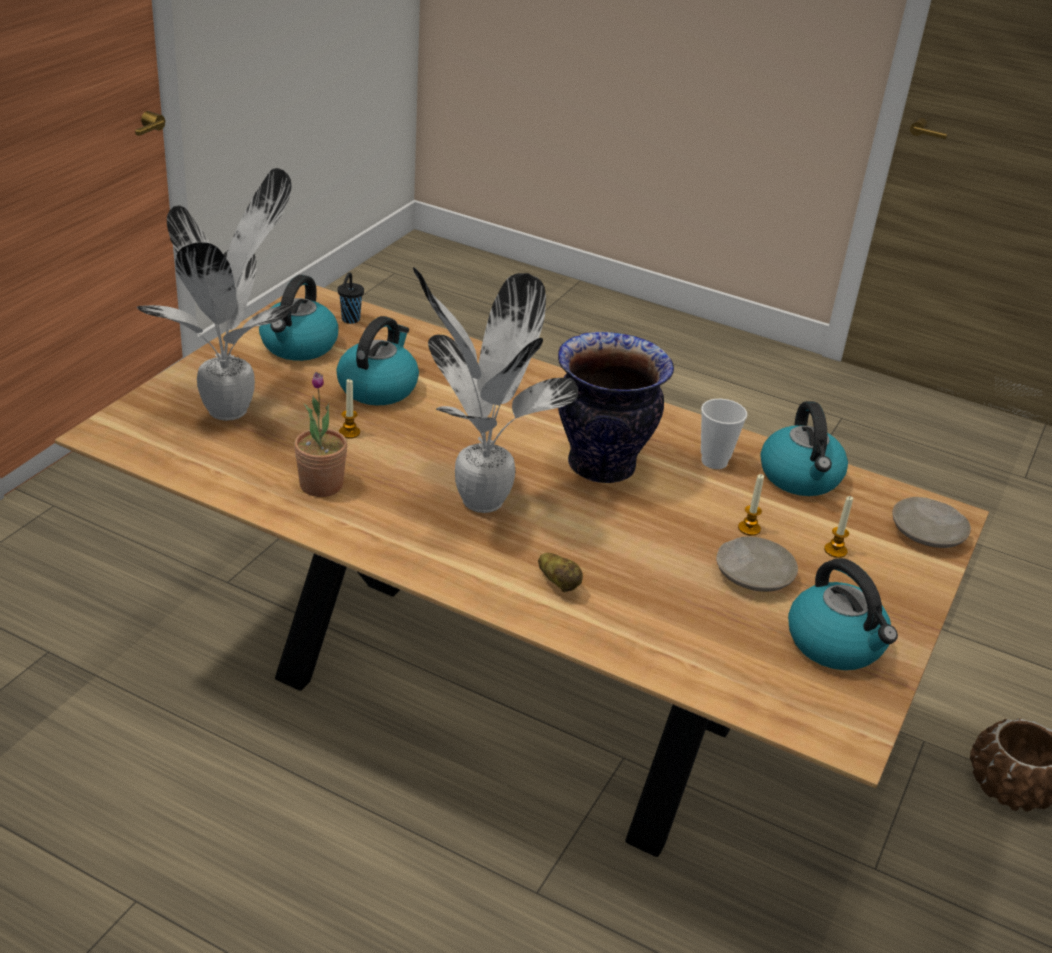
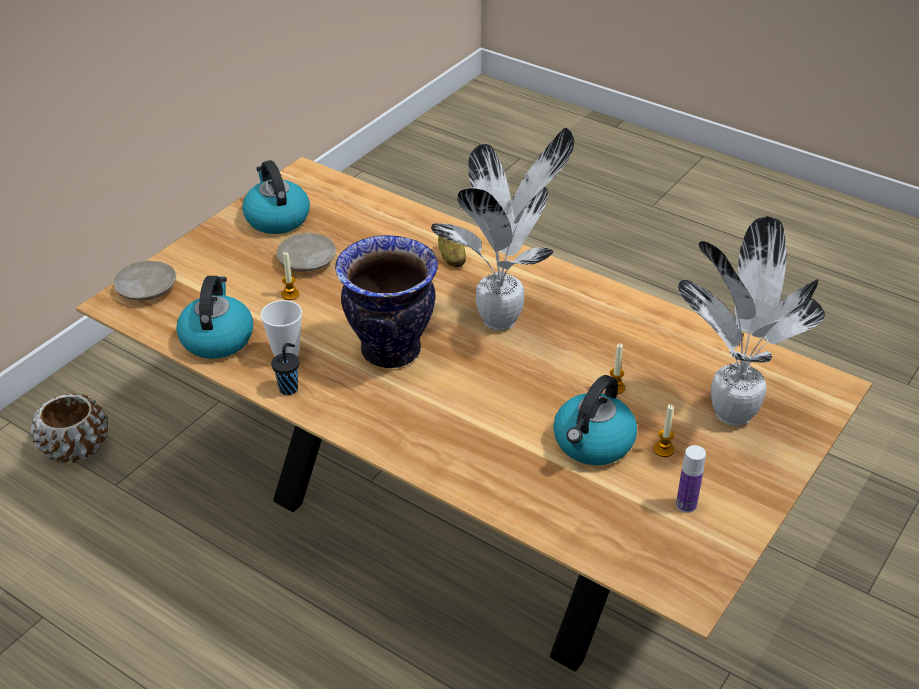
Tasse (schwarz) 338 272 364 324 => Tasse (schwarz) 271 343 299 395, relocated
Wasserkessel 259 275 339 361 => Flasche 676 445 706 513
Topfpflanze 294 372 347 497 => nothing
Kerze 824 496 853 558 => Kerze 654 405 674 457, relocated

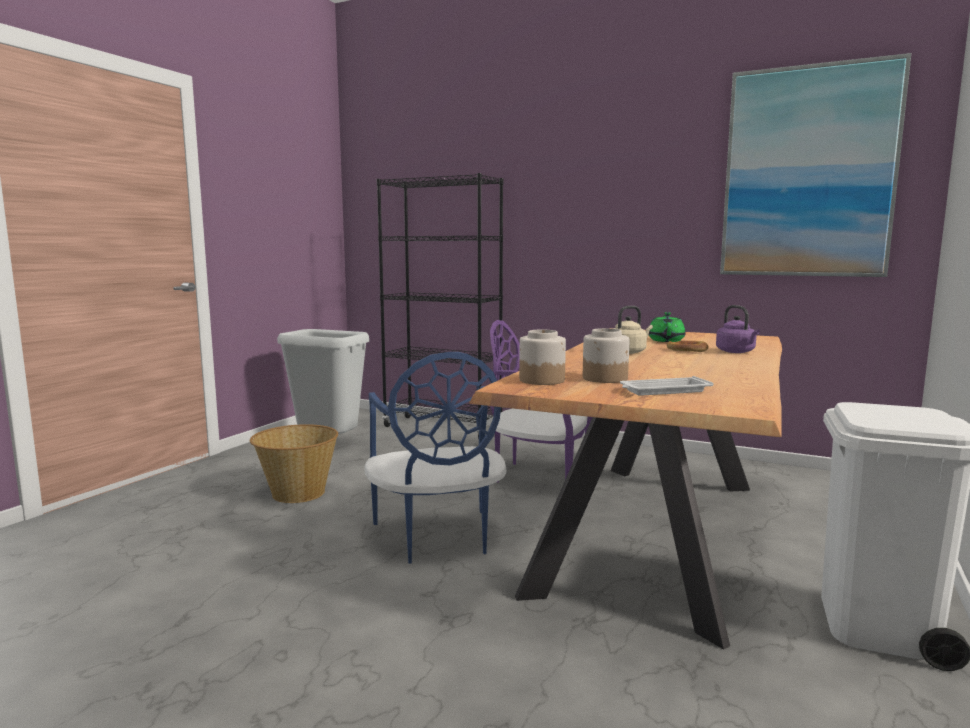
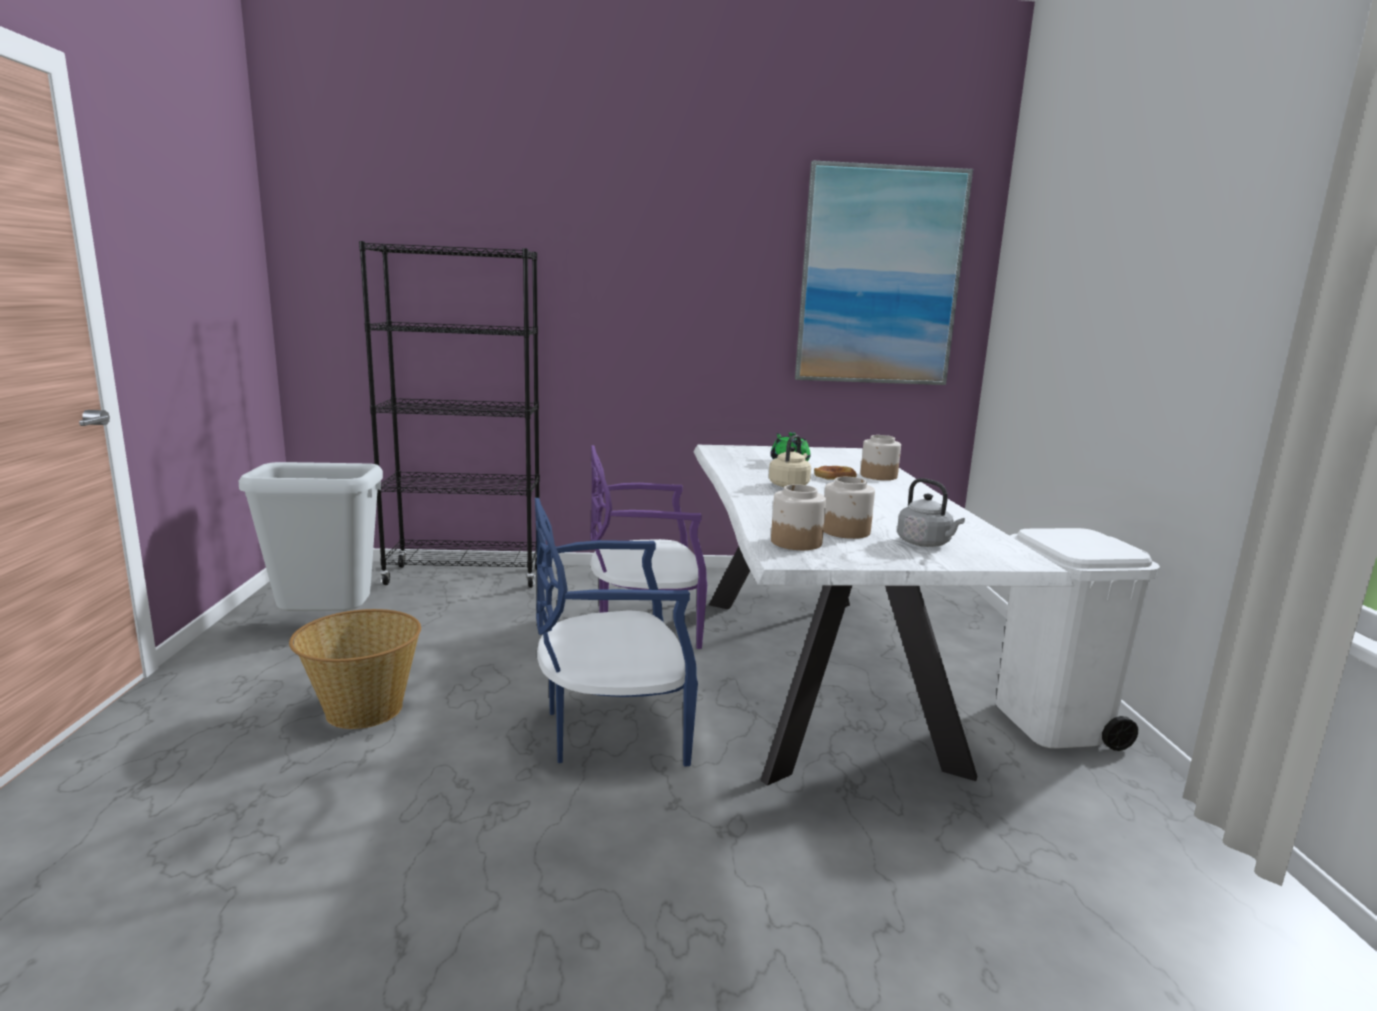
Wasserkessel (lila) 716 305 760 353 => Vorratsglas 860 435 901 480
Esstisch (braun) 469 328 782 650 => Esstisch (weiß) 693 445 1074 786
Stuhl (blau) 364 352 506 564 => Stuhl (blau) 535 498 698 767, 120 degrees clockwise
Tablett (weiß) 620 376 714 396 => Wasserkessel (grau) 897 478 965 547

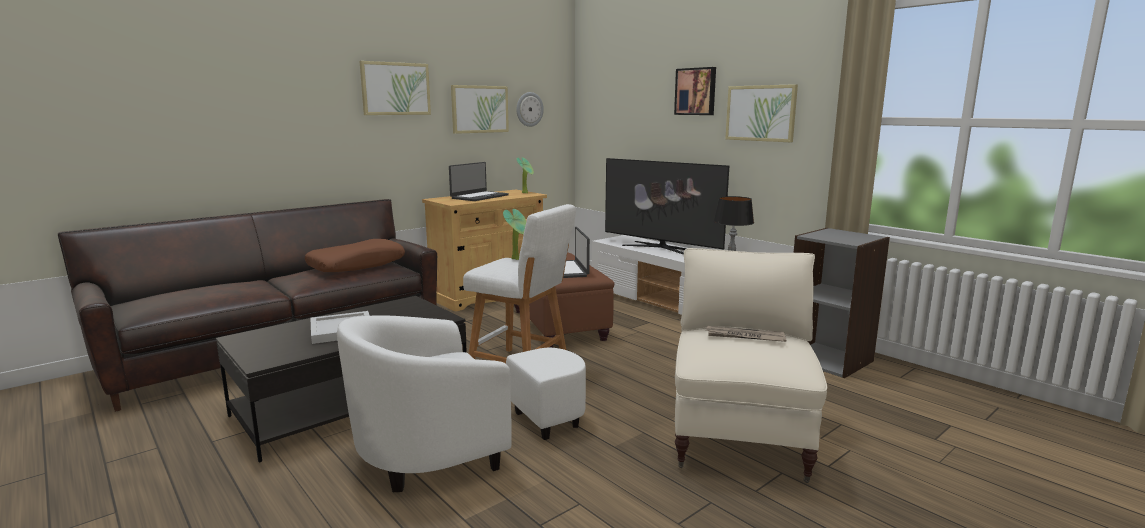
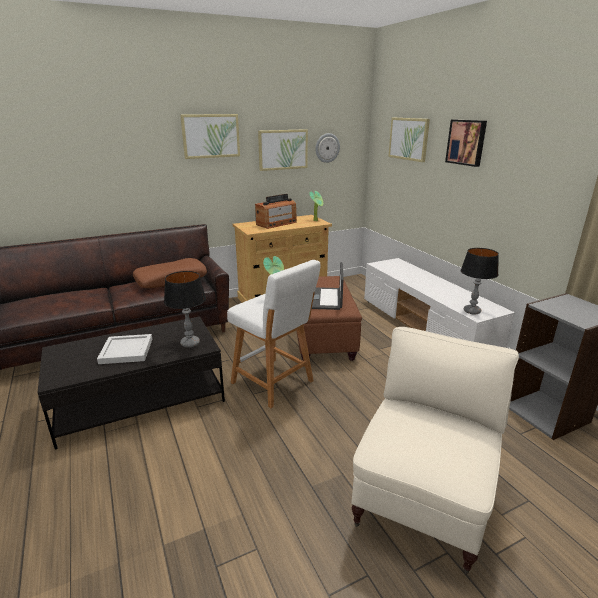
Bild 725 84 798 142 => Bild 388 118 430 162, relocated
Fernseher 605 158 729 255 => nothing
Laptop 449 162 509 201 => Radio 255 194 297 229
Sessel (weiß) 337 315 586 492 => nothing
Zeitung 706 326 786 342 => nothing
nothing => Tischlampe 164 271 206 348

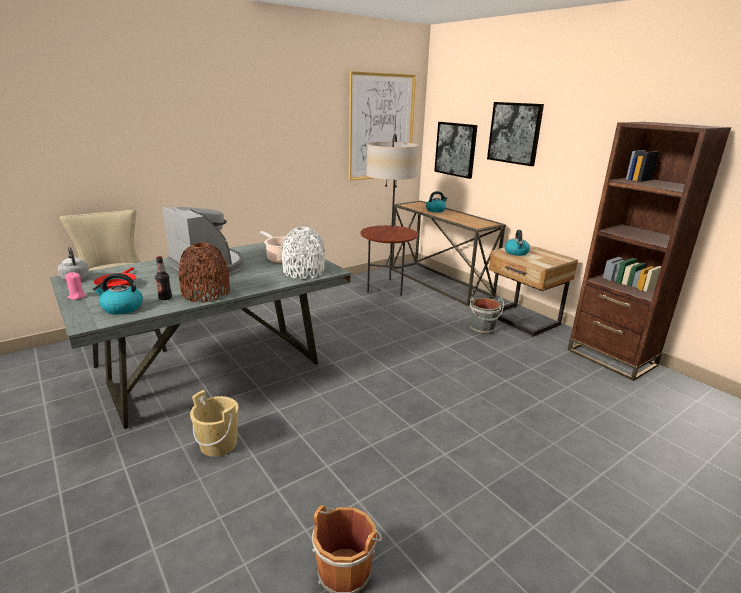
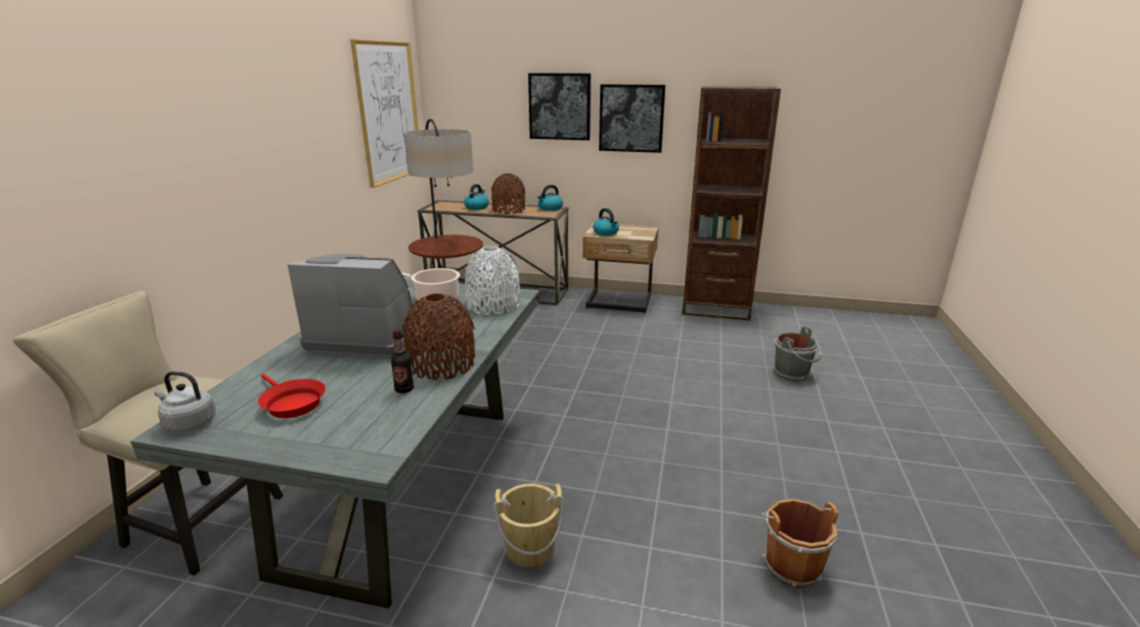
Bild 434 122 478 179 => Bild 599 84 666 153, relocated
Kerze (rosa) 65 272 86 300 => nothing
Wasserkessel 93 273 143 314 => Wasserkessel 538 185 563 211, relocated
Eimer (grau) 469 297 504 334 => Eimer (grau) 773 326 821 381, relocated
nothing => Vase (braun) 491 173 525 214

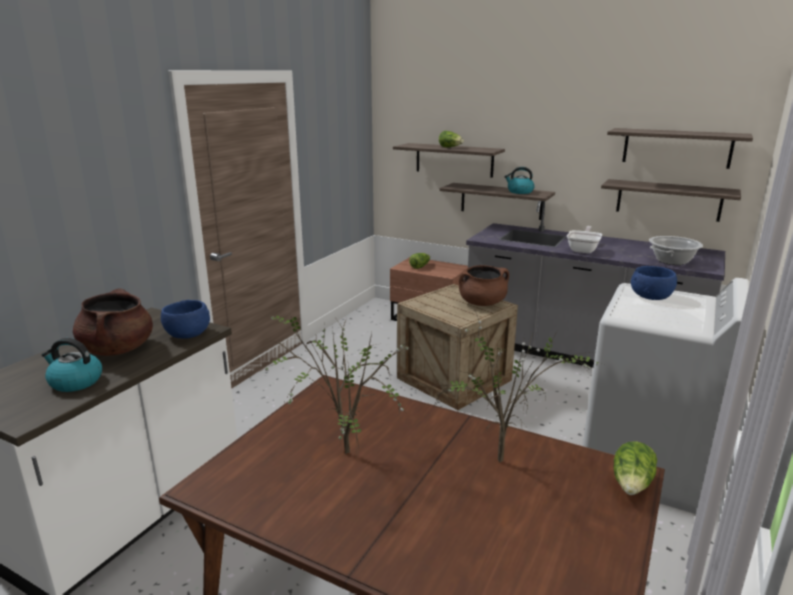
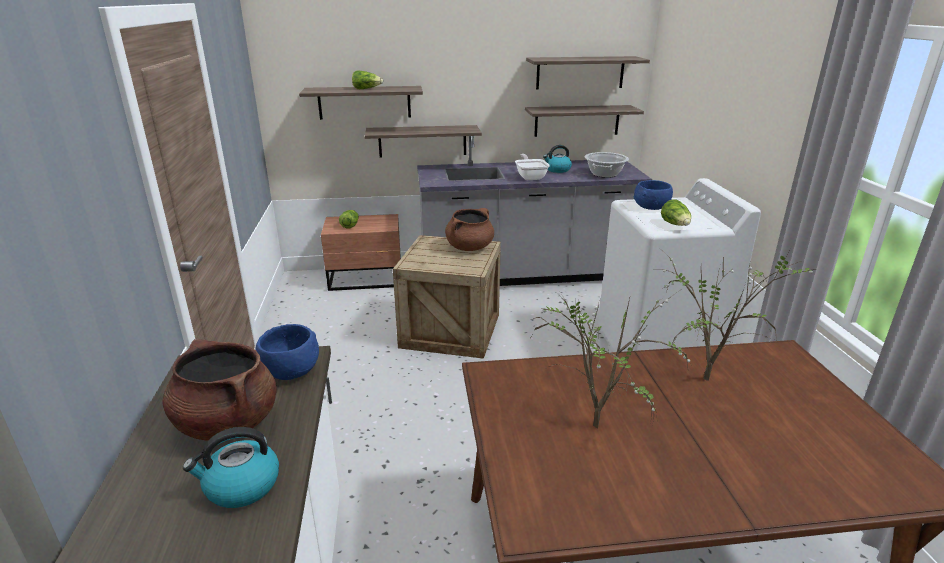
Wasserkessel 504 167 535 194 => Wasserkessel 543 145 572 173, relocated
Salatkopf 613 441 657 495 => Salatkopf 661 199 691 226, relocated

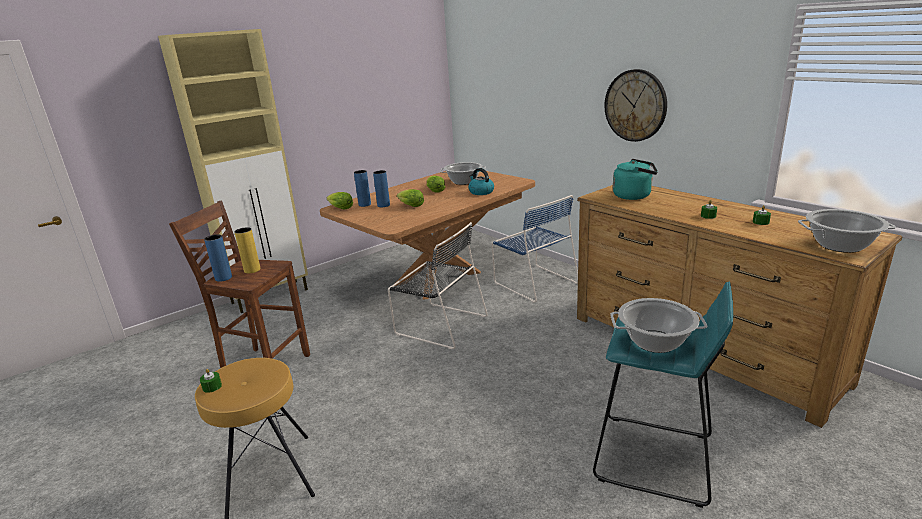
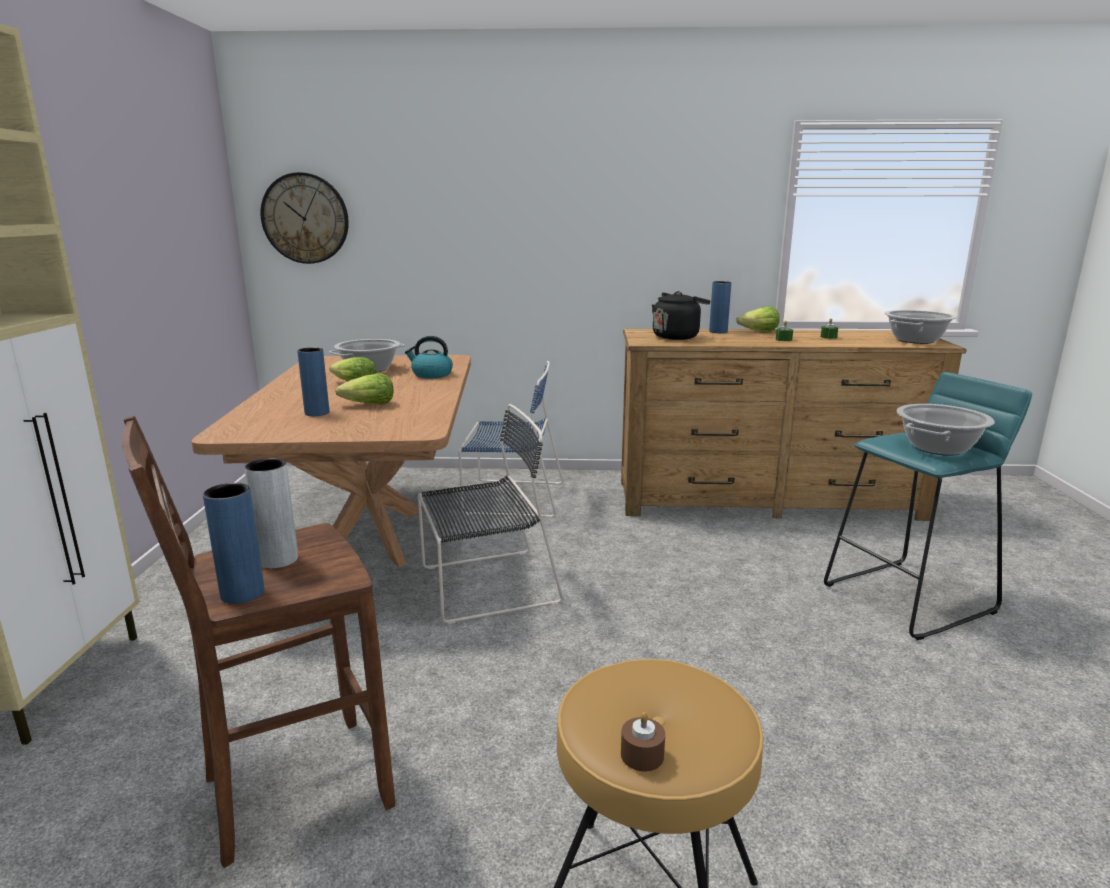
Wanduhr 604 69 667 142 => Wanduhr 261 172 349 264, relocated
Wasserkessel (türkis) 613 159 658 200 => Wasserkessel (schwarz) 652 291 711 340
Vase (blau) 354 170 371 207 => Vase (blau) 709 281 731 333, relocated
Salatkopf 327 192 353 209 => Salatkopf 736 306 780 332, relocated
Vase (gelb) 234 227 261 273 => Vase (grau) 244 458 298 569
Kerze (grün) 200 369 222 393 => Kerze (braun) 621 712 665 771

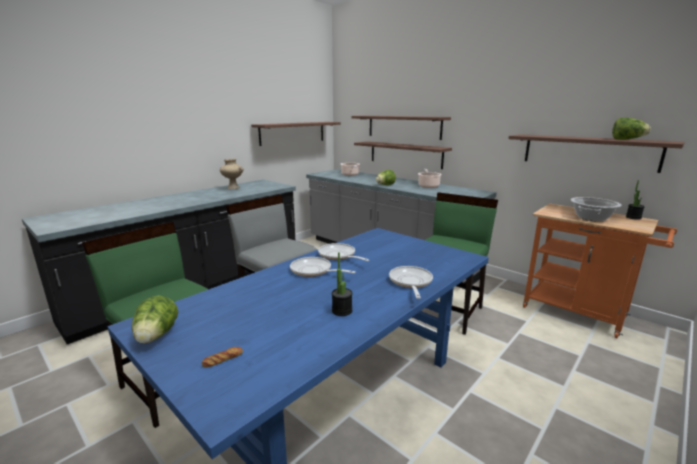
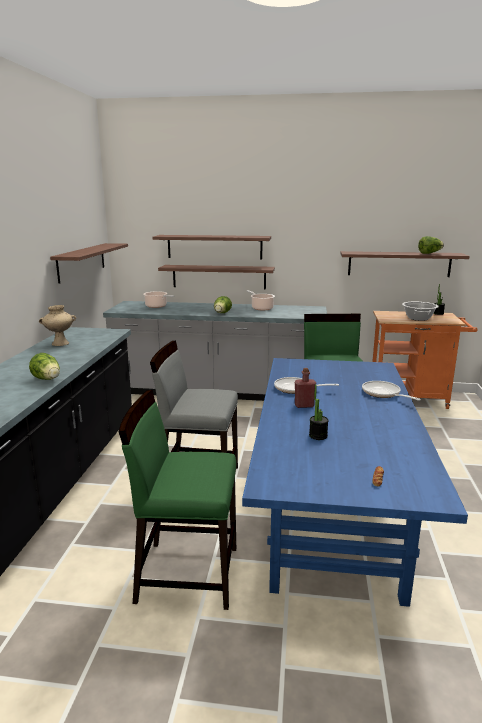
Topfpflanze 332 252 353 316 => Topfpflanze 309 384 329 440, relocated
Pfanne 290 257 356 277 => Flasche (rot) 295 368 316 408
Salatkopf 132 296 178 344 => Salatkopf 29 353 60 380, relocated

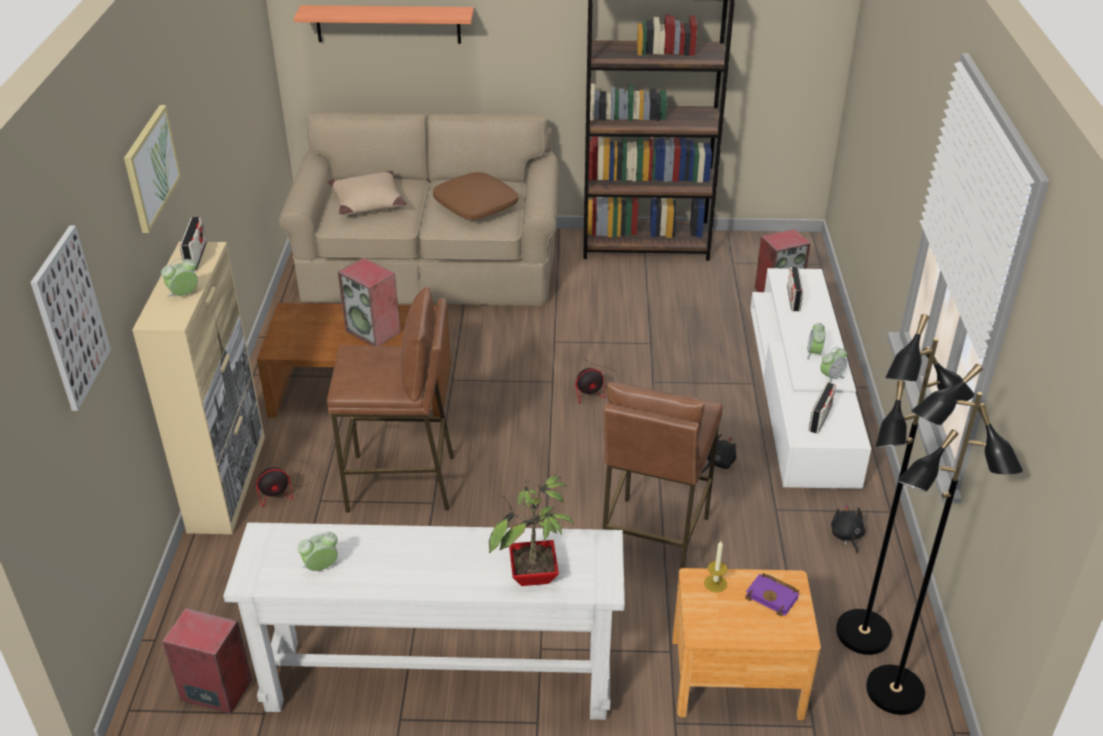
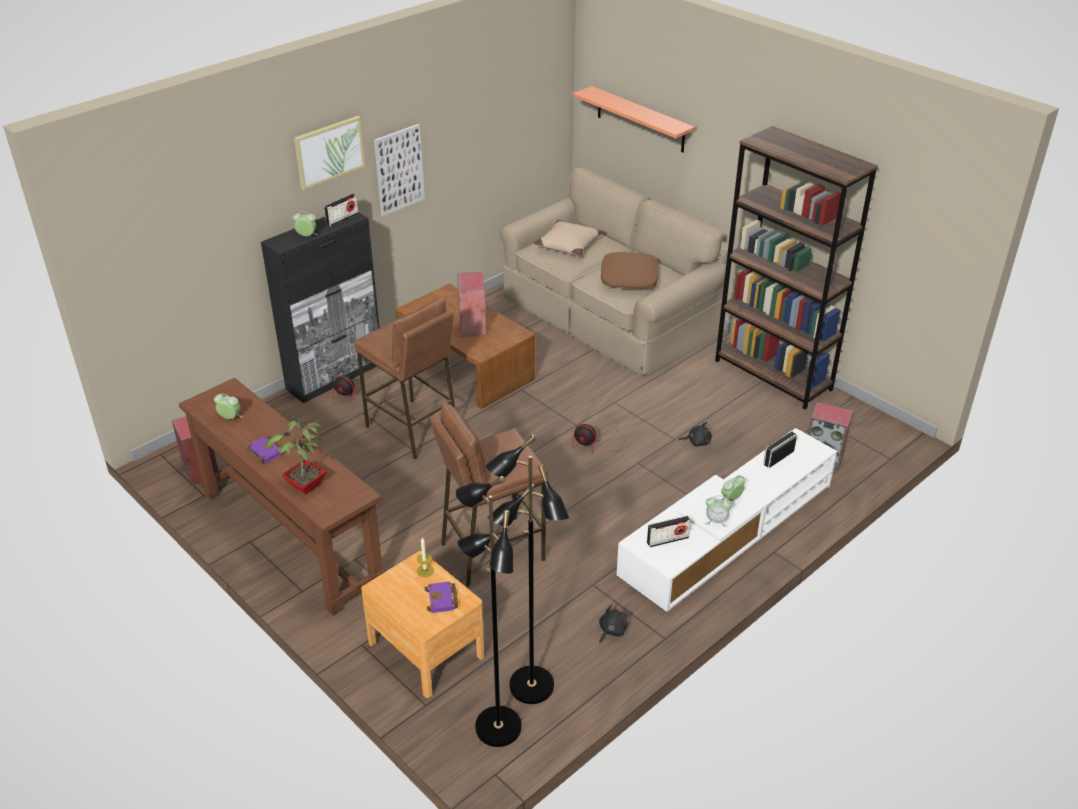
Bild 31 225 111 411 => Bild 374 124 425 216, relocated
Schrank (beige) 132 241 265 534 => Schrank (schwarz) 261 212 380 403
Plüschtier (schwarz) 702 434 736 473 => Plüschtier (schwarz) 679 422 712 447, relocated
Konsolentisch (weiß) 223 522 625 720 => Konsolentisch (braun) 179 378 385 616
nothing => Buch (lila) 245 436 284 464

